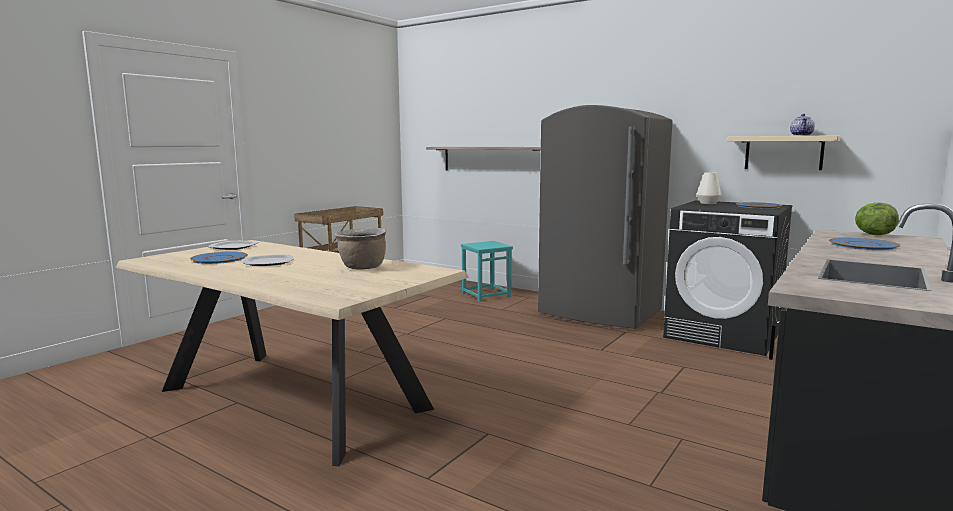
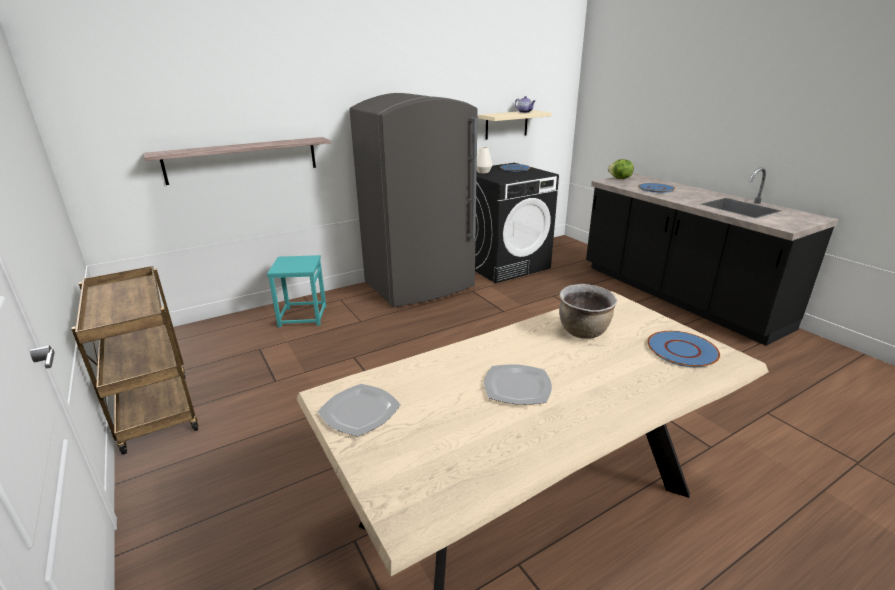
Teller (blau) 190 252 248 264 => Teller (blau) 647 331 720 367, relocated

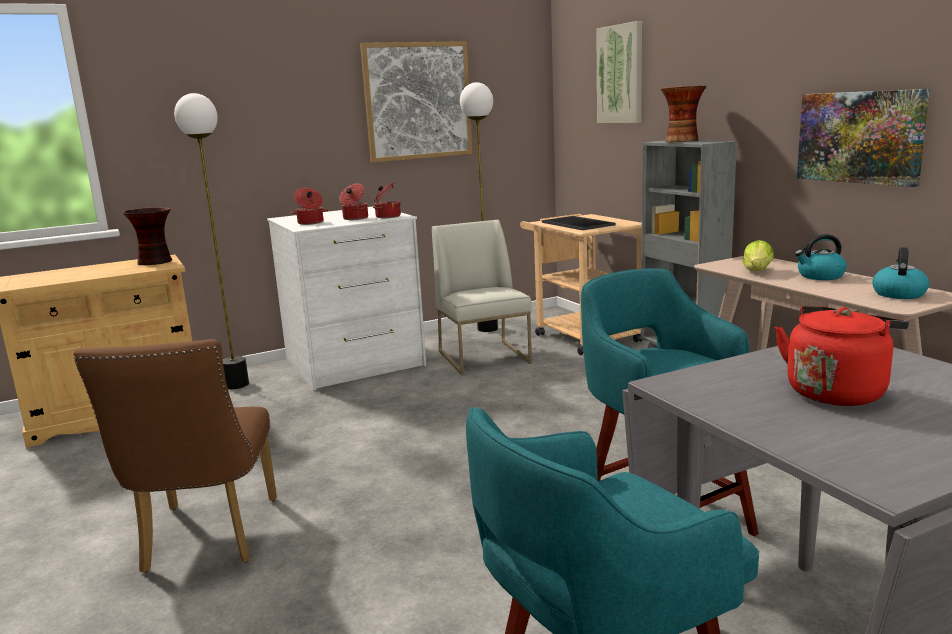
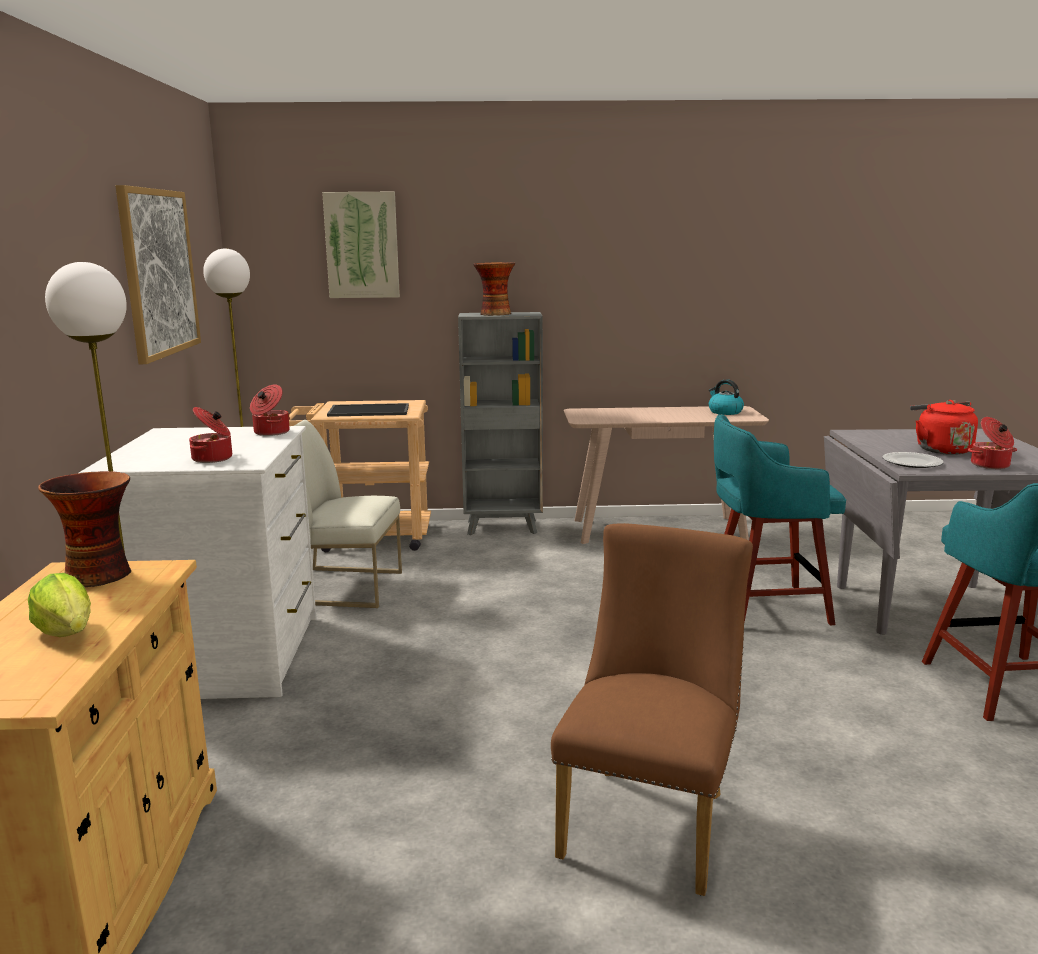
Bild 797 89 930 187 => nothing
Kochtopf 339 183 368 220 => Kochtopf 968 417 1017 469, relocated
Wasserkessel 795 234 847 280 => nothing
Salatkopf 743 240 774 271 => Salatkopf 28 573 91 637, relocated
Stuhl (braun) 74 339 277 573 => Stuhl (braun) 551 523 753 896, 90 degrees counterclockwise
nothing => Teller 882 452 944 468

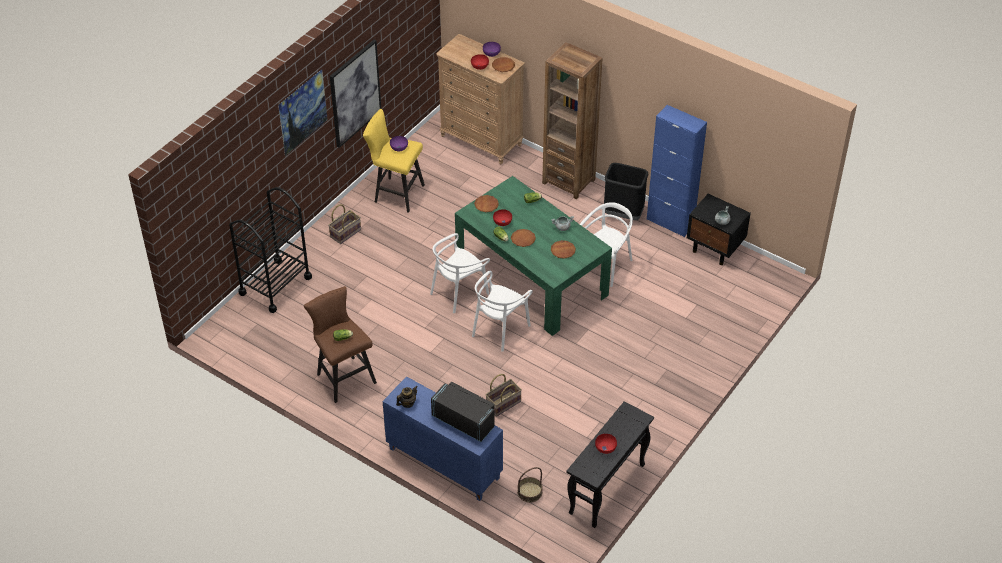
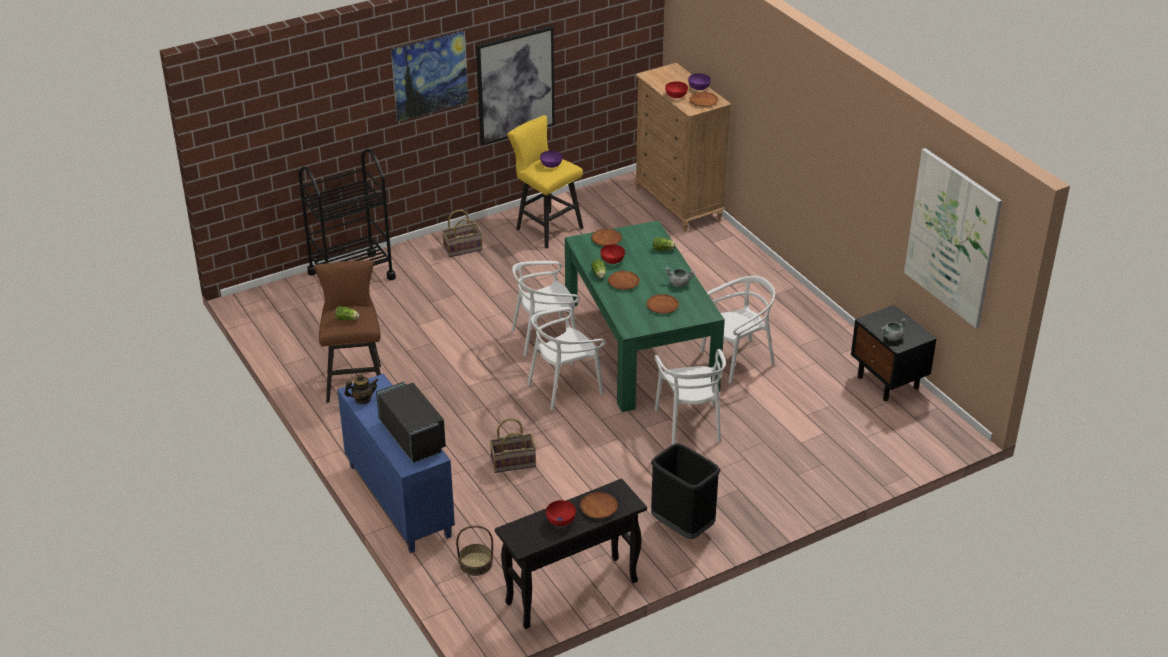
Bücherregal (braun) 542 42 602 199 => nothing
Schrank (blau) 647 105 707 237 => nothing
Mülleimer (schwarz) 604 163 649 220 => Mülleimer (schwarz) 651 443 721 539, relocated
nothing => Bild 904 148 1002 328
nothing => Stuhl (weiß) 654 349 726 445
nothing => Teller (braun) 580 492 618 519

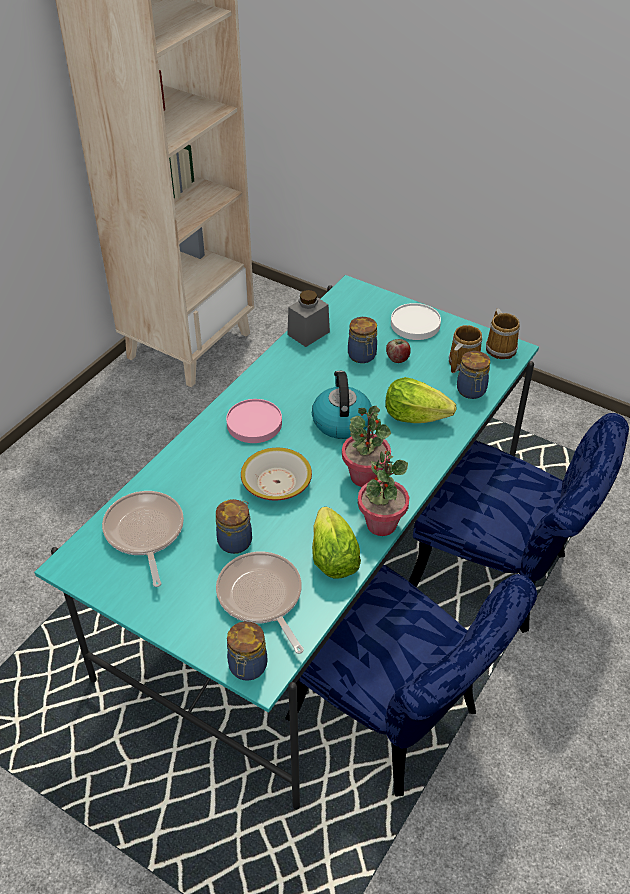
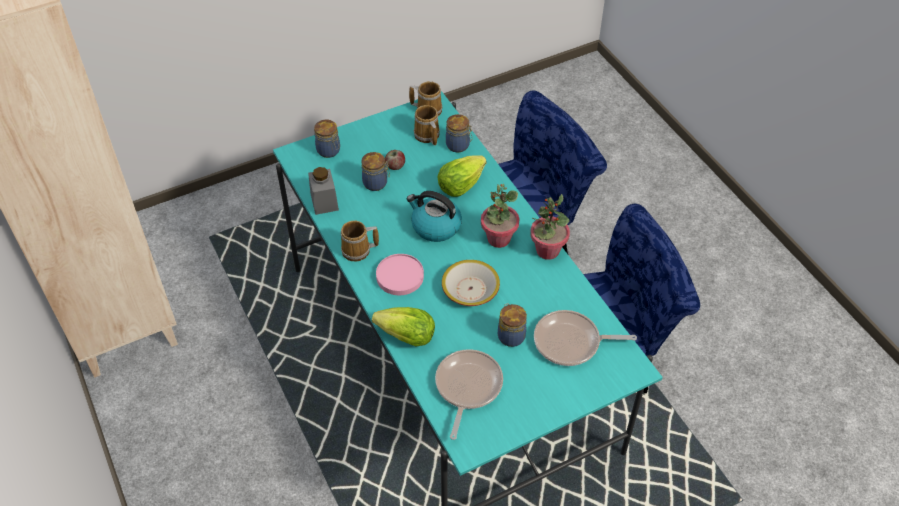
Teller (weiß) 391 303 441 340 => nothing
Pfanne 102 491 184 587 => Pfanne 435 349 503 440, 90 degrees clockwise
Salatkopf 312 507 361 579 => Salatkopf 372 307 435 346, relocated
Vorratsglas 227 621 267 681 => Vorratsglas 314 120 340 158, relocated
nothing => Henkelbecher 341 220 379 262

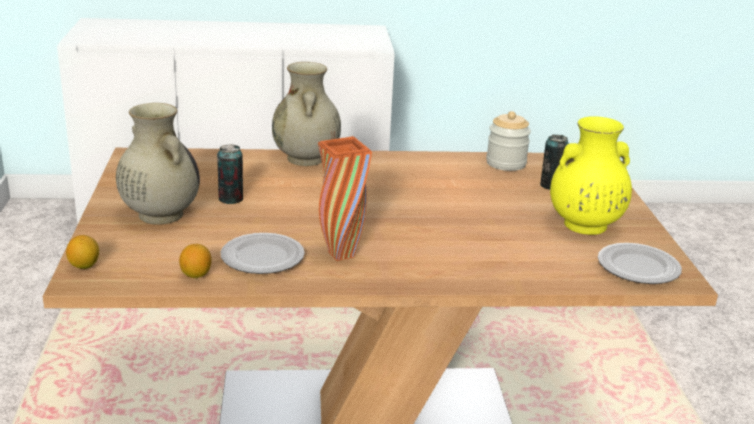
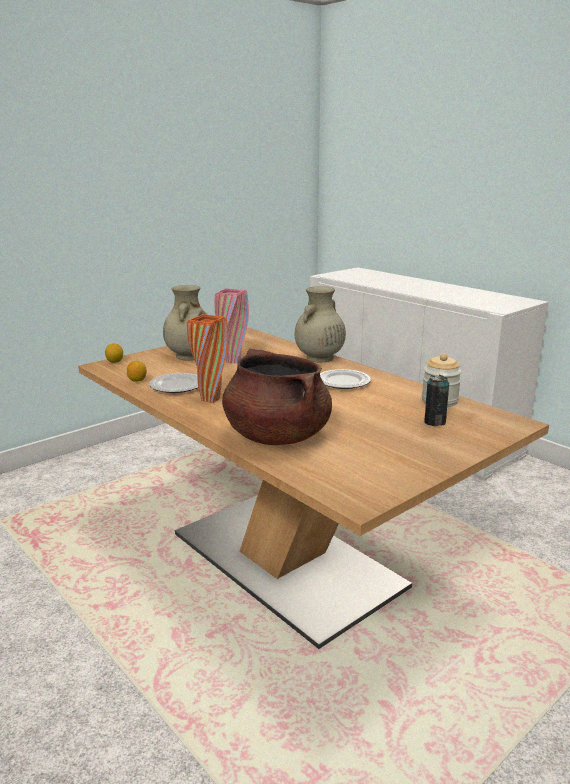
Vase (gelb) 550 116 632 235 => nothing
Dose 217 144 243 204 => Vase (rosa) 215 288 249 364
Teller 598 243 682 284 => Teller 320 369 371 389, relocated
nothing => Kochtopf (braun) 222 348 332 445

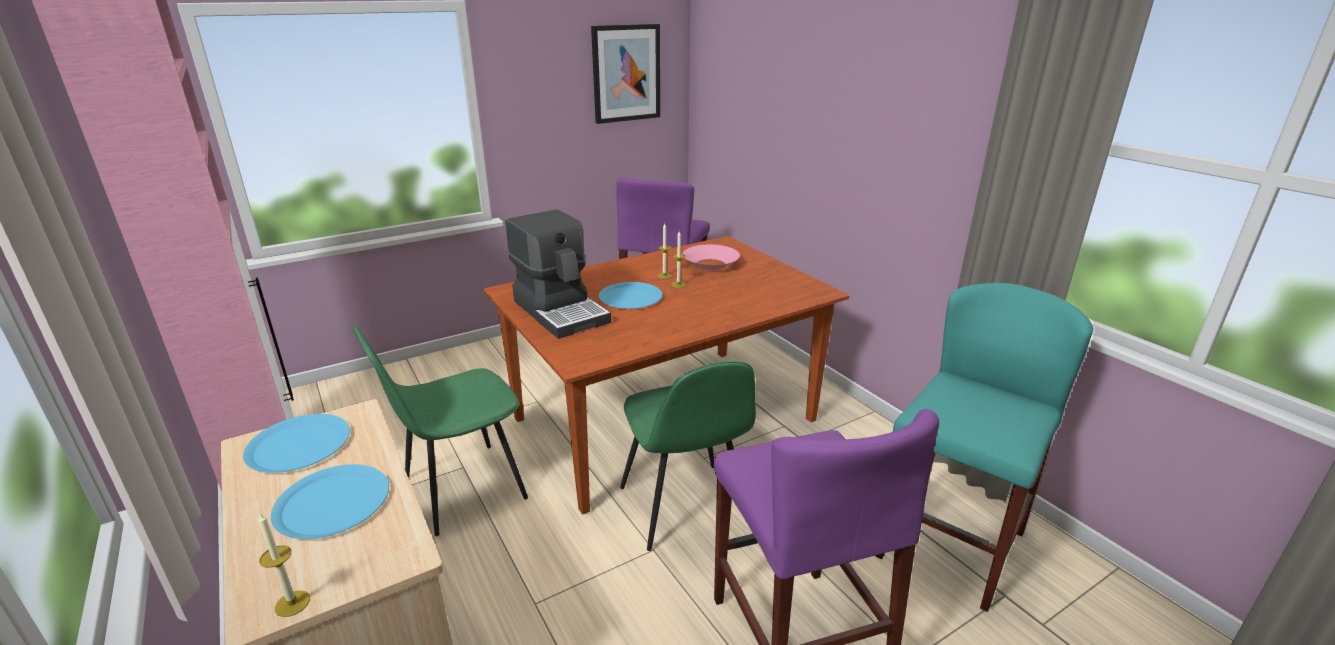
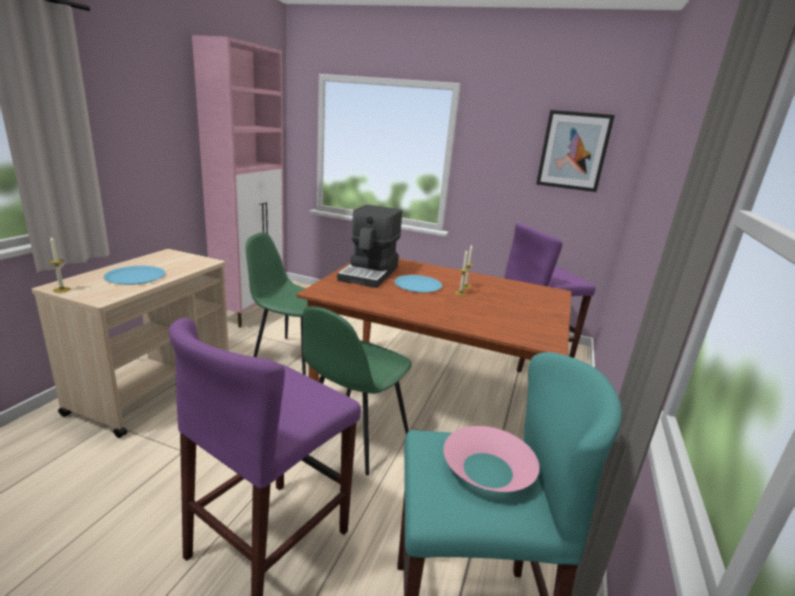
Schüssel (rosa) 683 245 740 270 => Schüssel (rosa) 443 426 539 492, relocated
Teller (blau) 243 414 350 473 => nothing

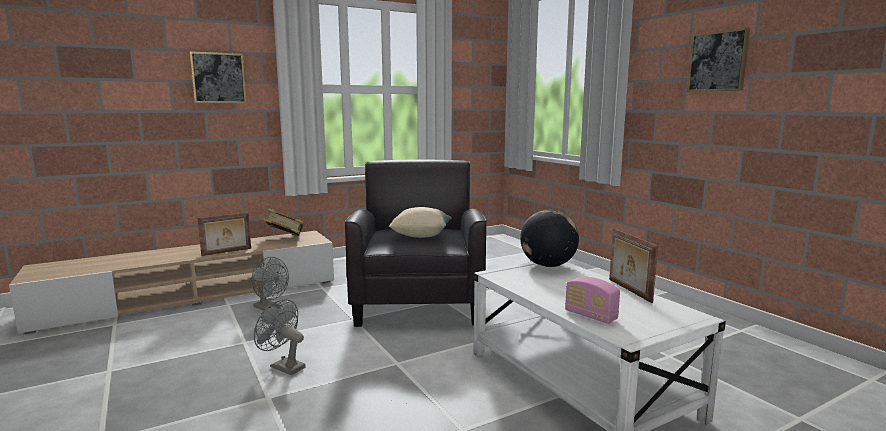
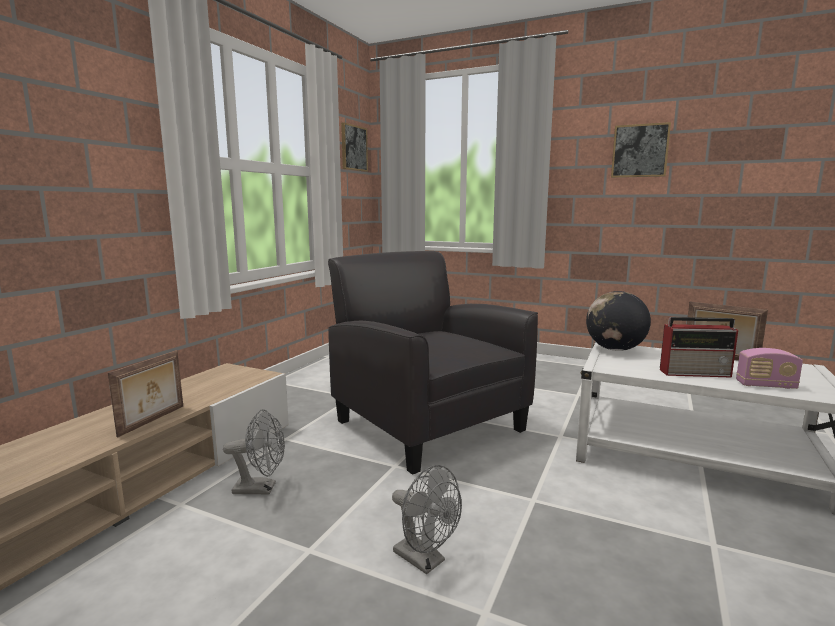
Bild 190 51 247 103 => Bild 341 122 368 172, relocated
Kissen (beige) 389 207 451 238 => nothing
Buch 263 208 304 236 => nothing
Ventilator (grau) 254 299 306 375 => Ventilator (grau) 392 465 462 575, 135 degrees counterclockwise
nothing => Radio 660 317 738 378

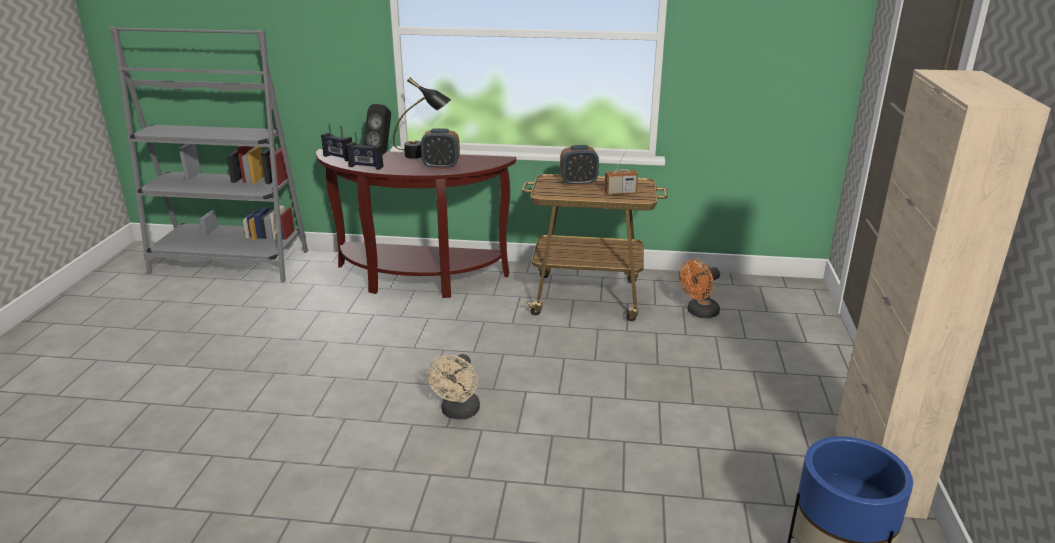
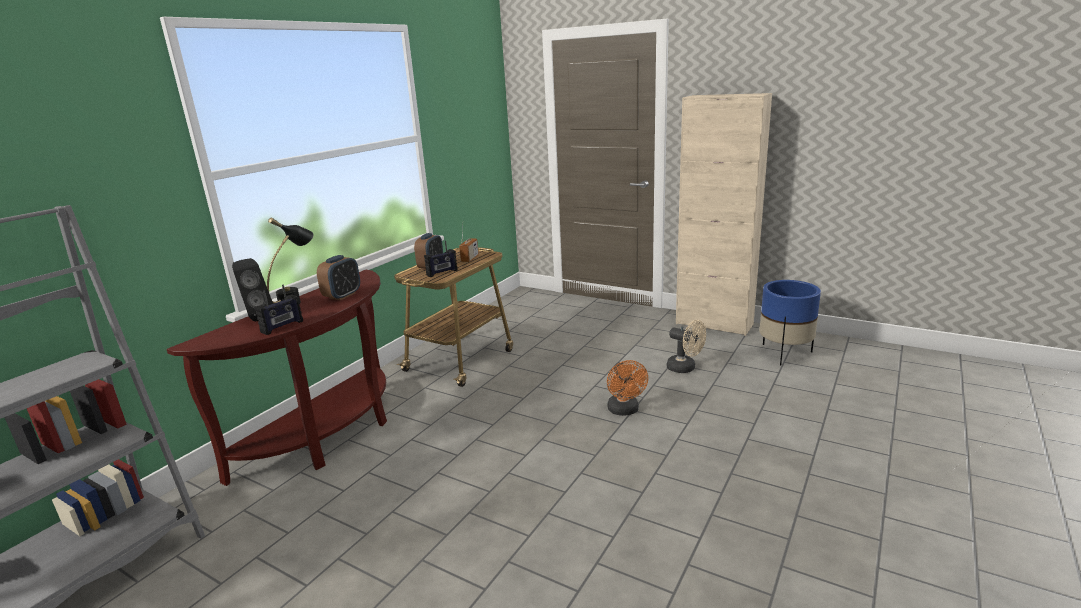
Radio 321 123 352 161 => Radio 424 241 458 277, relocated
Ventilator (orange) 680 259 720 318 => Ventilator (orange) 607 360 648 416, relocated
Ventilator (beige) 427 354 480 419 => Ventilator (beige) 666 320 706 373, relocated

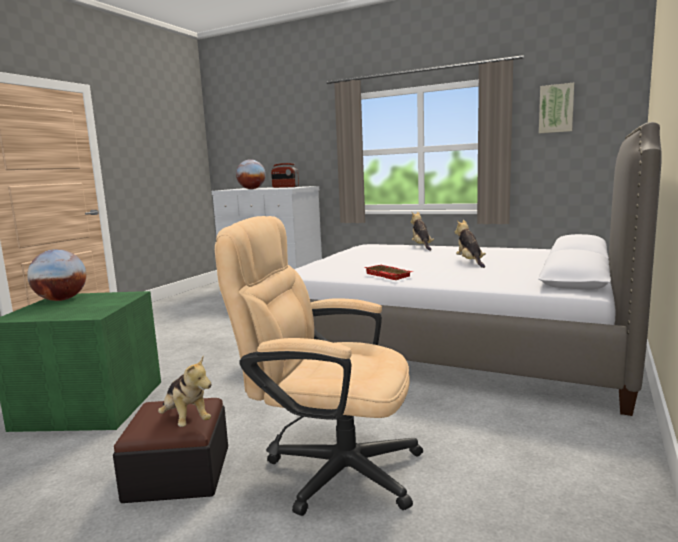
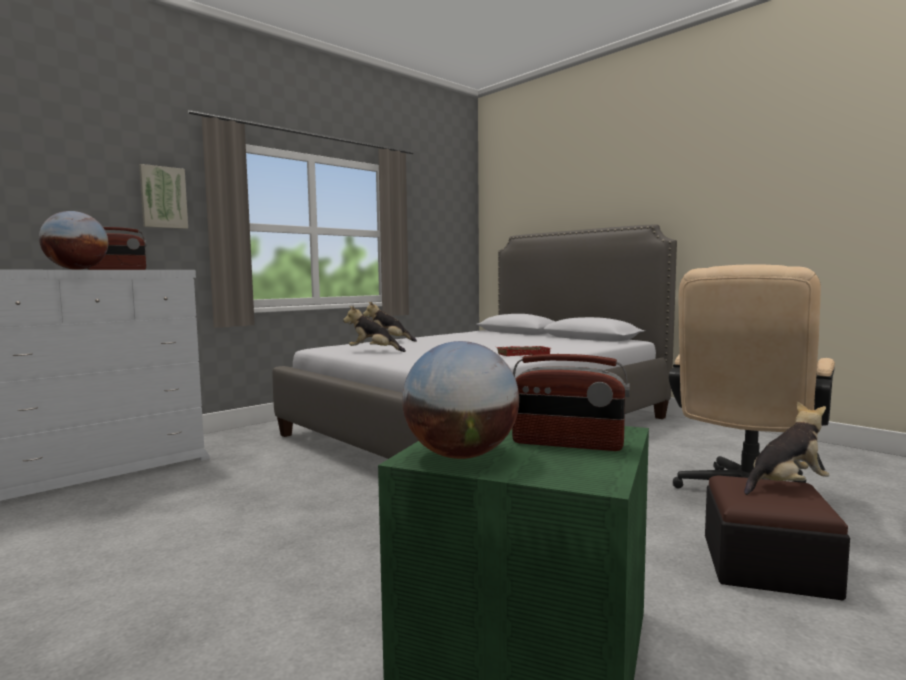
Bild 539 83 574 133 => Bild 139 164 188 229, relocated
Plüschtier 455 220 486 268 => Plüschtier 343 306 406 352, relocated
nothing => Radio 512 354 630 451

